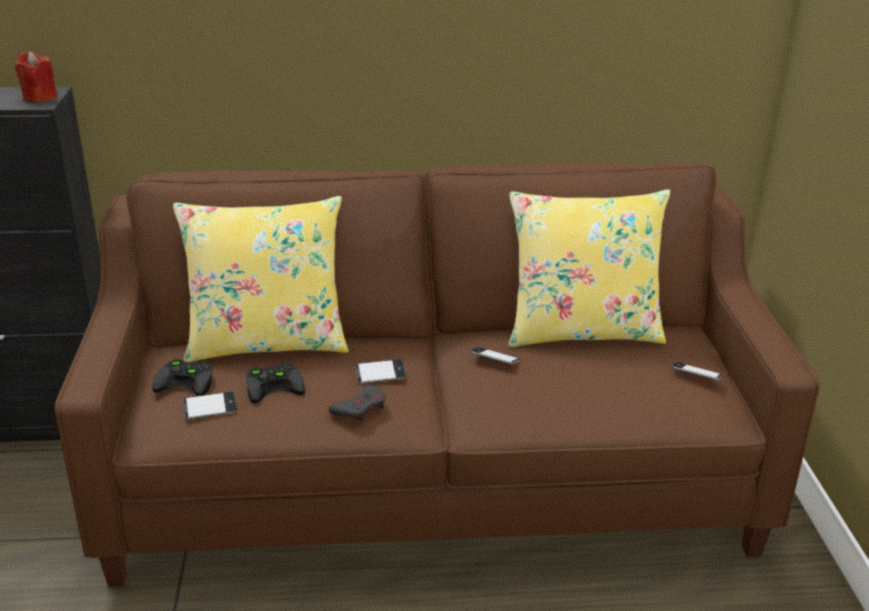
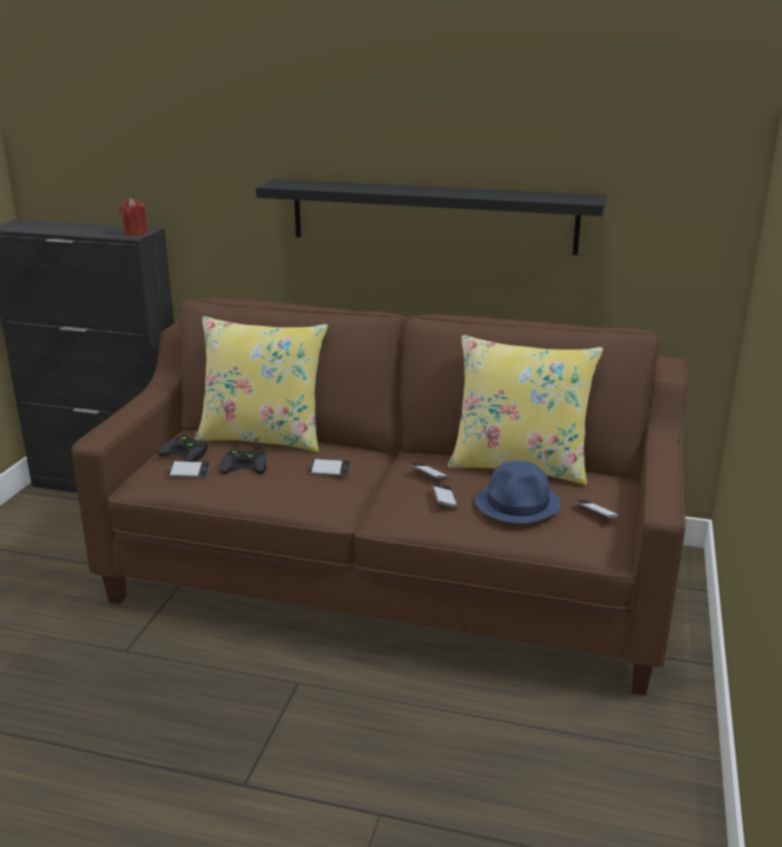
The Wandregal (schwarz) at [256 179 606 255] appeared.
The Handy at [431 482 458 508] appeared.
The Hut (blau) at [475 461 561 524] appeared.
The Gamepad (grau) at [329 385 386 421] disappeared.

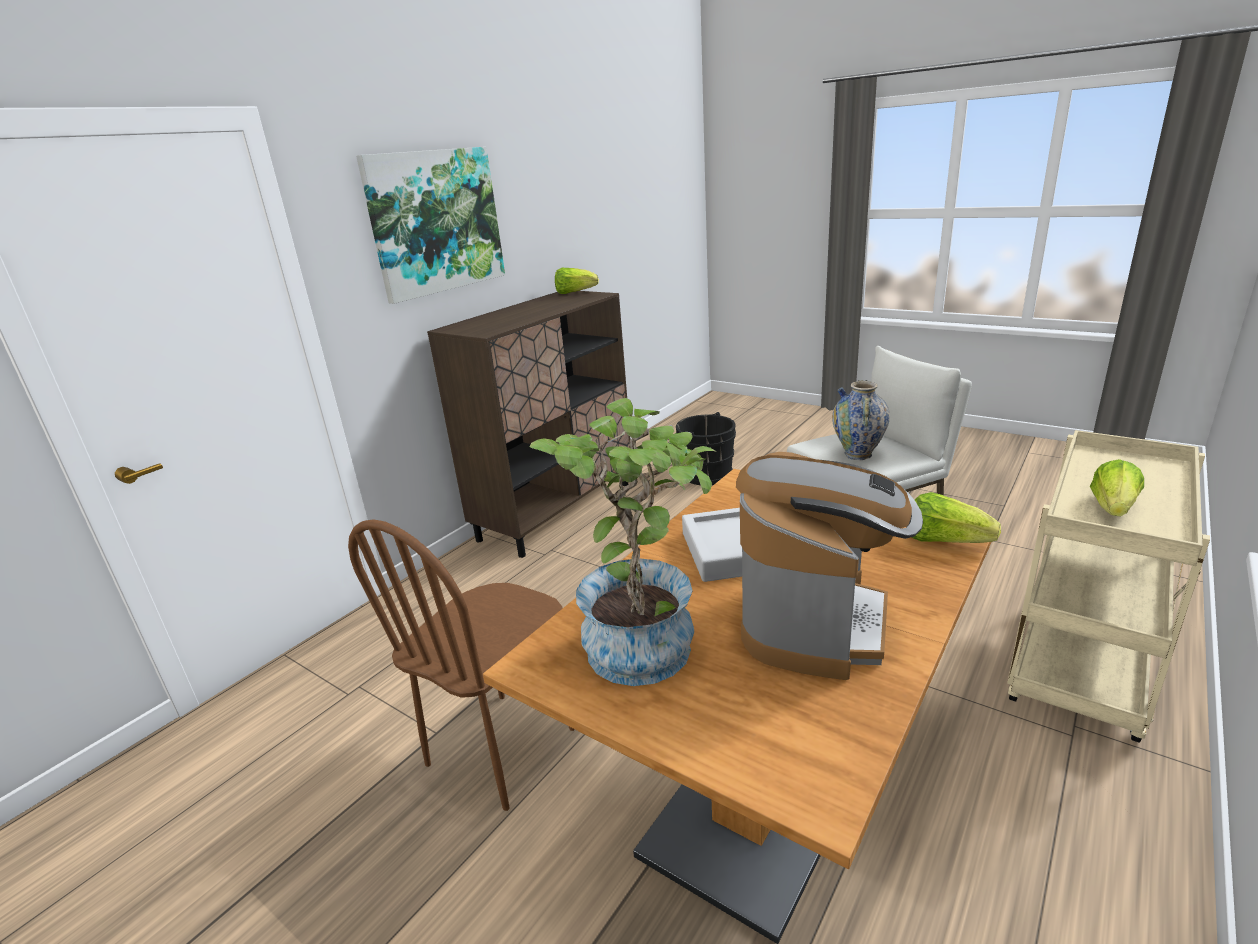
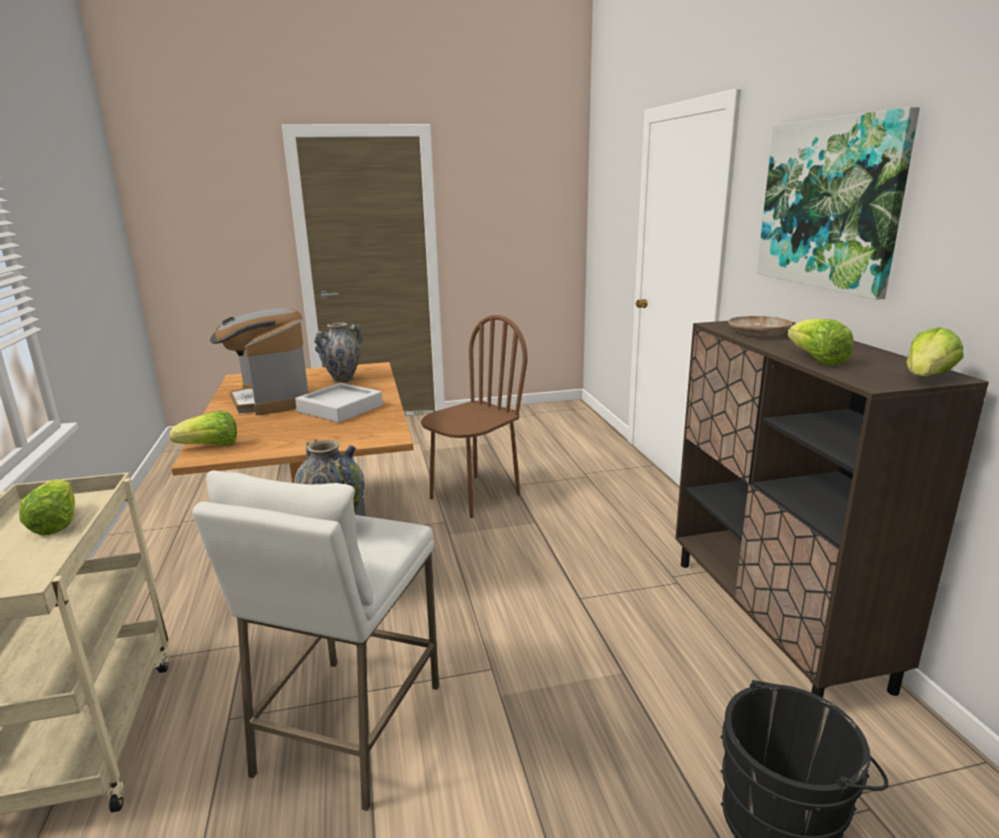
The Topfpflanze at [529 398 716 686] was replaced by the Vase at [314 322 363 383].
The Stuhl (braun) at [348 519 575 811] turned 60 degrees clockwise.
The Teller (beige) at [728 316 793 336] appeared.
The Salatkopf at [788 319 854 366] appeared.

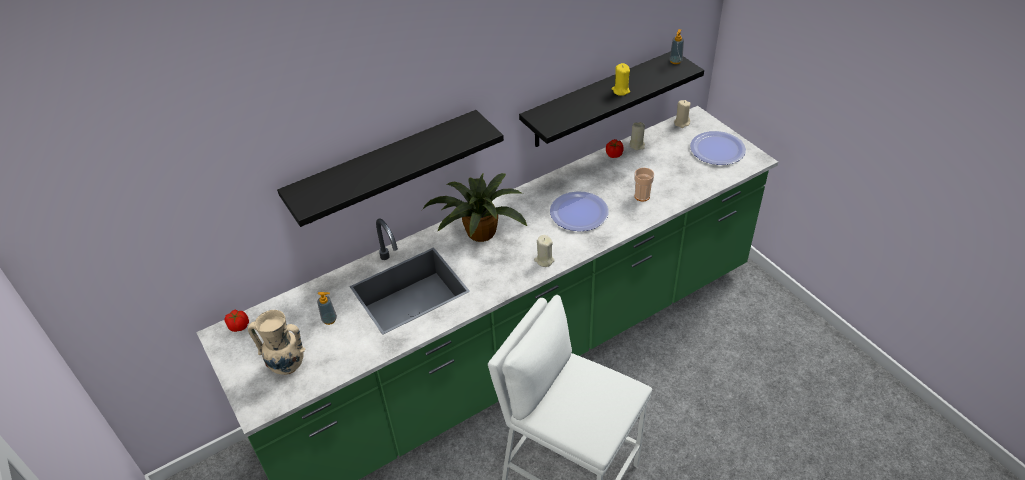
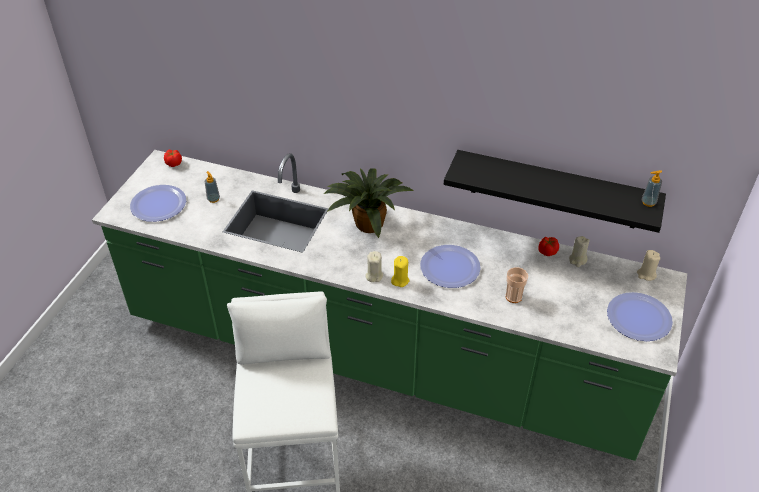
The Vase (beige) at [248 310 305 375] was replaced by the Teller at [130 185 186 222].
The Kerze (gelb) moved from [612 63 630 96] to [391 256 410 287].
The Wandregal (schwarz) at [277 110 504 227] disappeared.

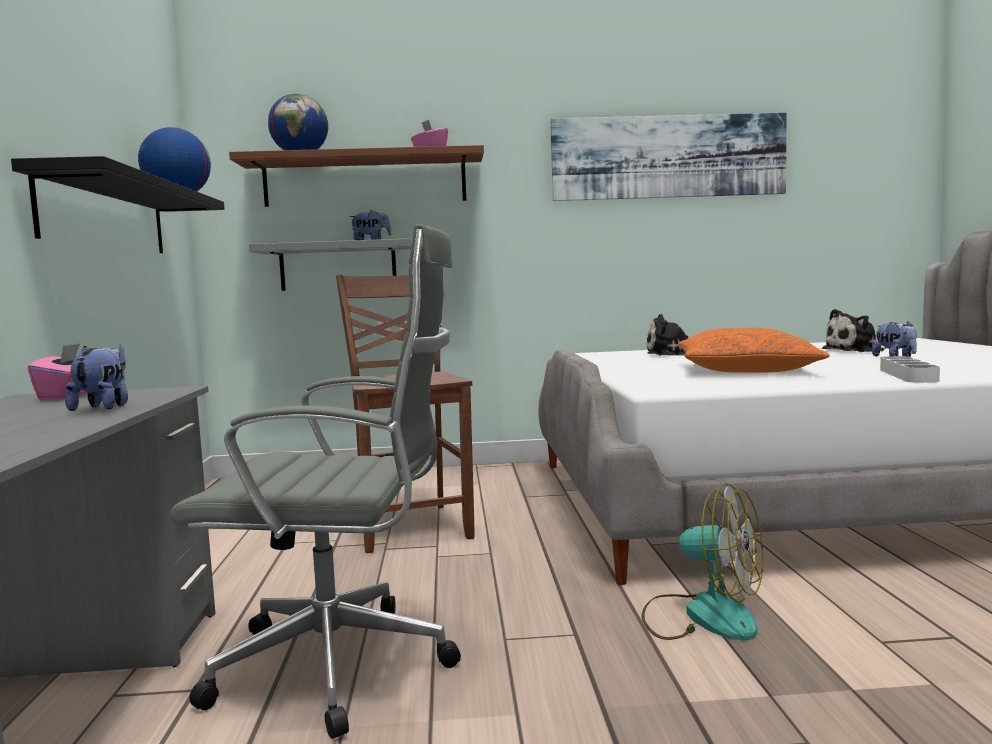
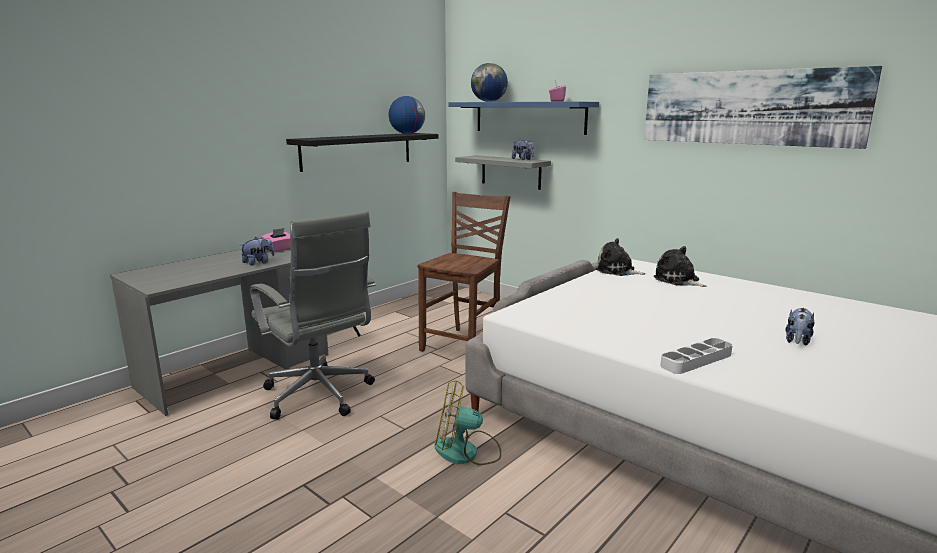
The Ventilator at [641 483 763 640] turned 105 degrees clockwise.
The Wandregal (braun) at [229 145 484 207] became the Wandregal (blau) at [448 102 599 135].
The Plüschtier moved from [822 309 886 352] to [596 238 646 276].
The Kissen (orange) at [678 328 830 372] disappeared.

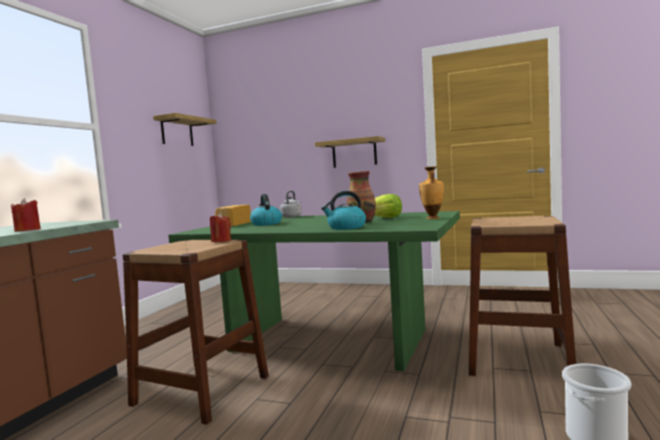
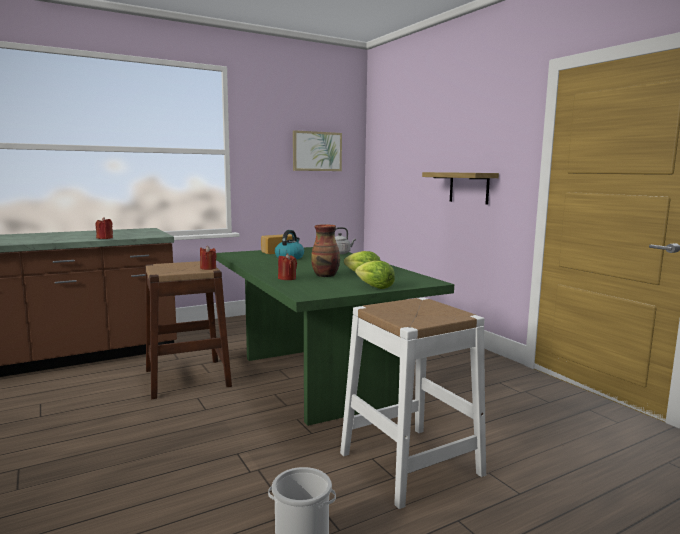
The Wasserkessel at [321 191 366 230] was replaced by the Kerze (rot) at [278 253 297 280].
The Wandregal at [153 113 217 146] was replaced by the Bild at [293 130 342 171].
The Hocker (braun) at [469 216 576 376] became the Hocker (weiß) at [340 297 486 509].
The Vase at [419 166 444 219] was replaced by the Salatkopf at [355 260 395 289].

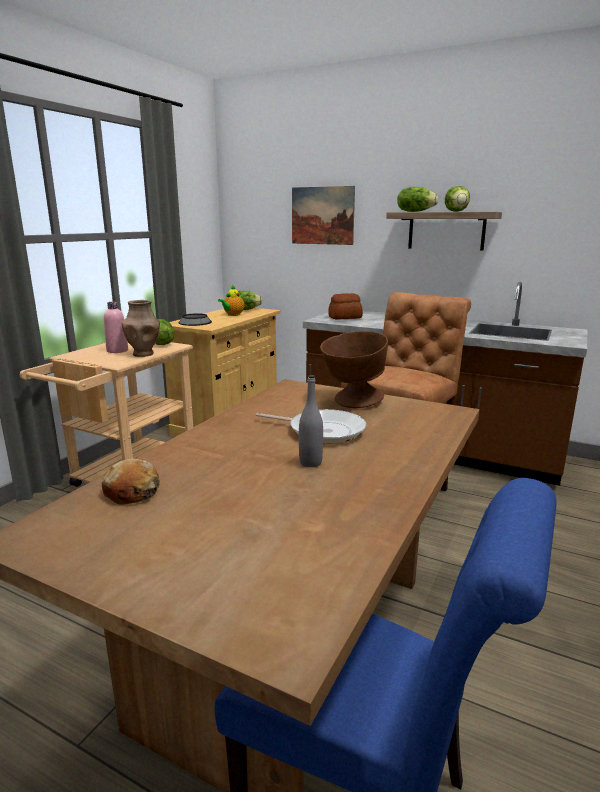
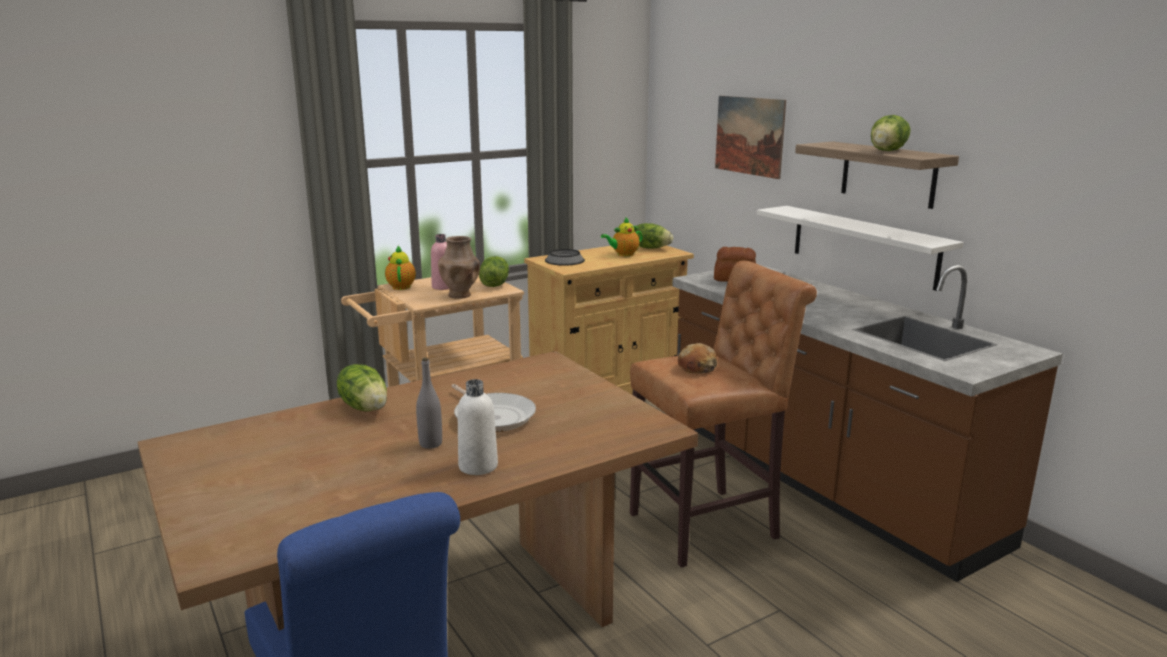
The Salatkopf moved from [397 187 439 212] to [337 364 387 411].
The Teekanne at [385 245 416 290] appeared.
The Flasche (weiß) at [457 379 498 475] appeared.
The Brot moved from [102 458 160 505] to [678 343 717 373].
The Wandregal (weiß) at [756 206 964 291] appeared.
The Schüssel (braun) at [320 331 388 408] disappeared.

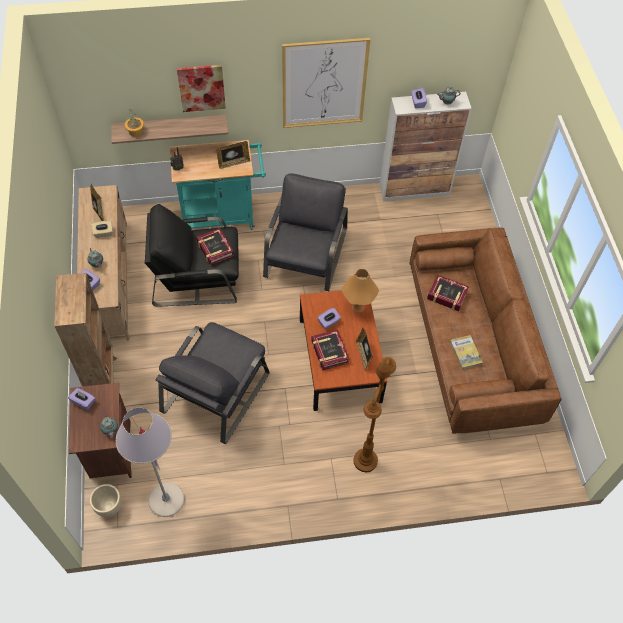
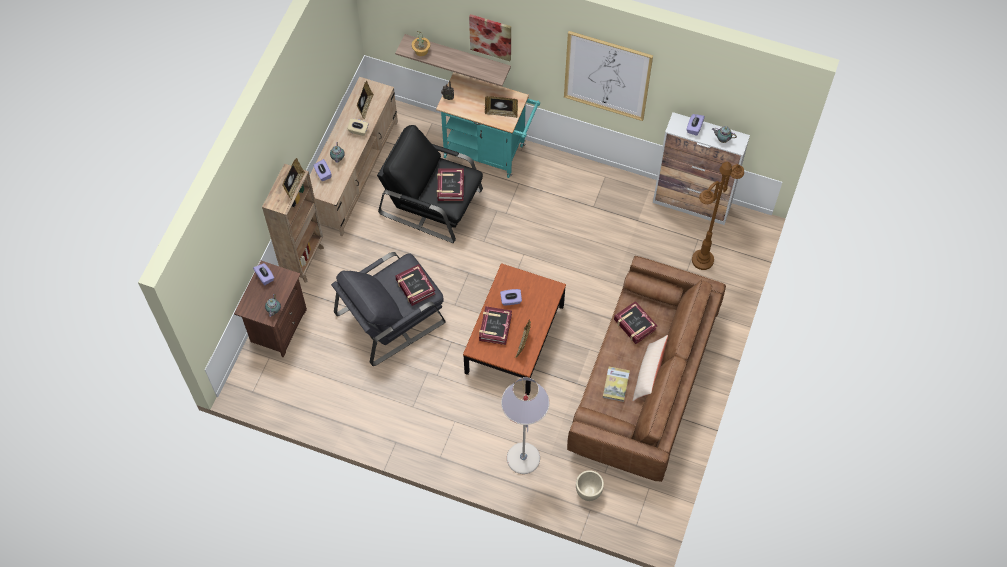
The Bilderrahmen at [282 158 305 200] appeared.
The Buch at [395 264 435 306] appeared.
The Stehlampe (grau) moved from [116 408 185 517] to [501 377 550 474].
The Pflanzkübel (beige) moved from [90 484 122 517] to [576 470 604 501].
The Kissen (beige) at [633 335 668 401] appeared.
The Stehlampe (braun) moved from [354 357 396 472] to [692 162 744 270].
The Sessel (grau) at [263 173 348 291] disappeared.
The Tischlampe (orange) at [341 269 379 313] disappeared.

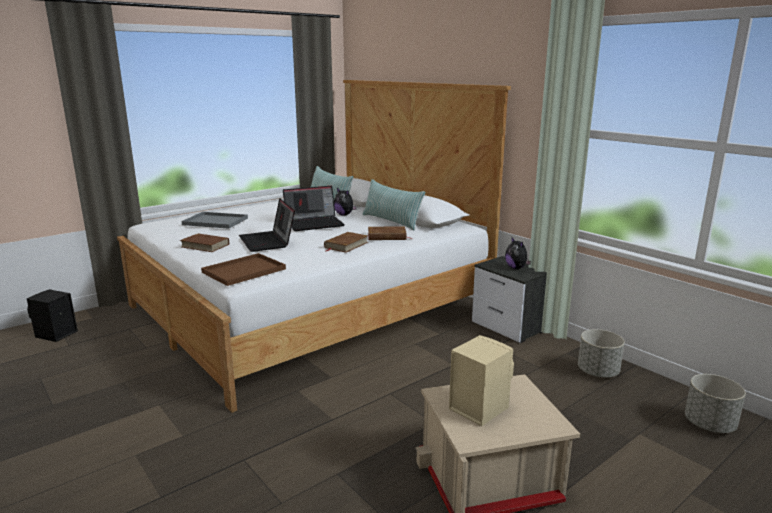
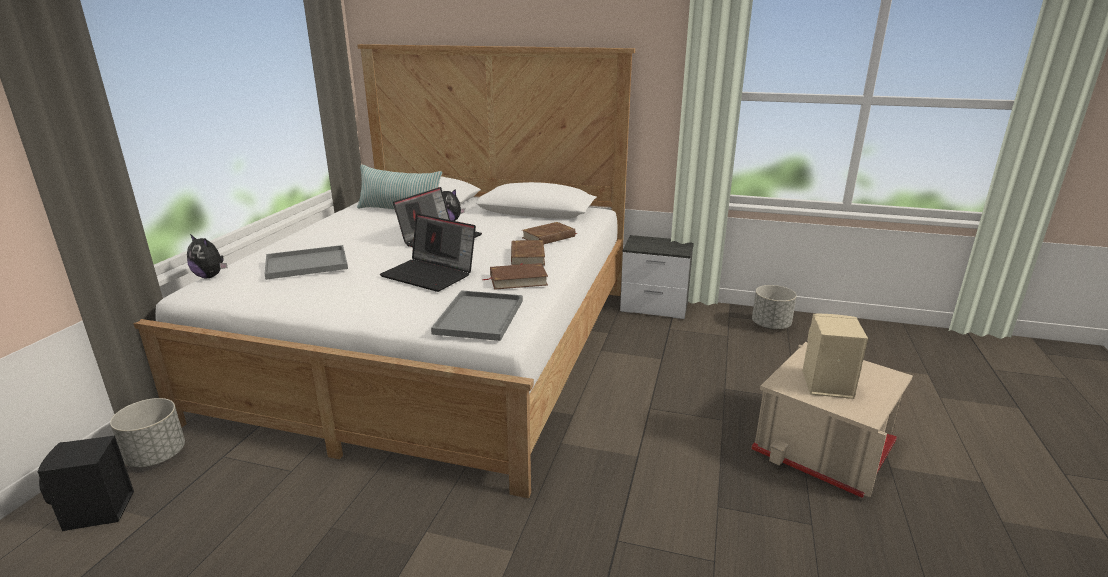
The Pflanzkübel (grau) moved from [685 374 746 433] to [110 398 185 467].
The Plüschtier moved from [505 238 531 269] to [187 234 227 278].
The Tablett (braun) at [201 253 286 286] became the Tablett (grau) at [431 290 523 341].
The Buch (braun) moved from [180 233 229 252] to [482 263 548 290].
The Kissen at [362 179 425 231] disappeared.

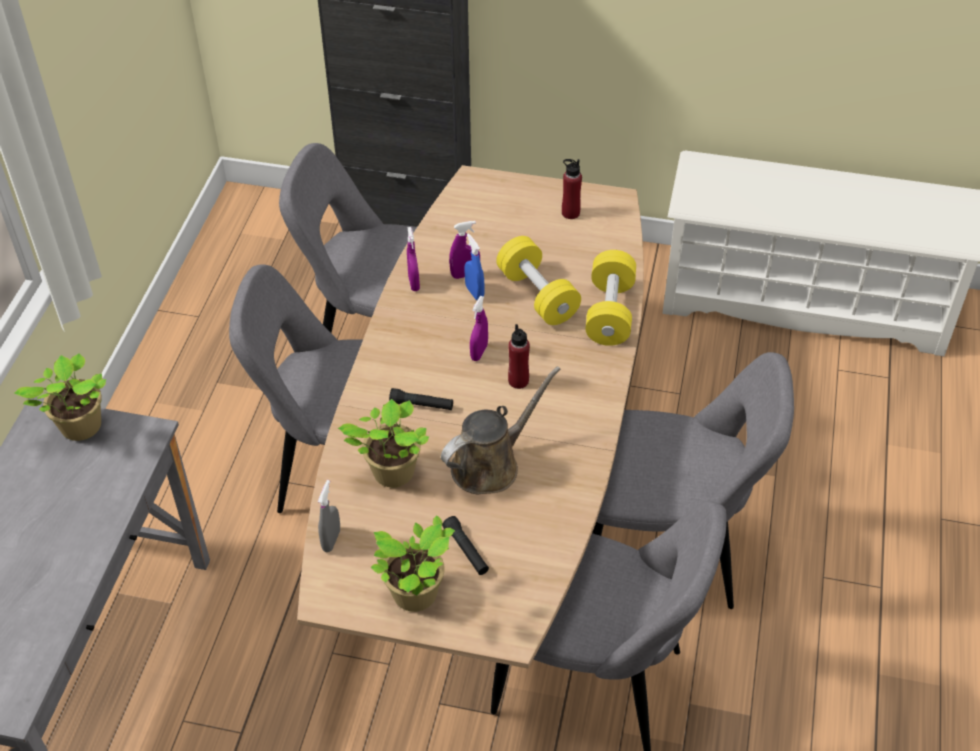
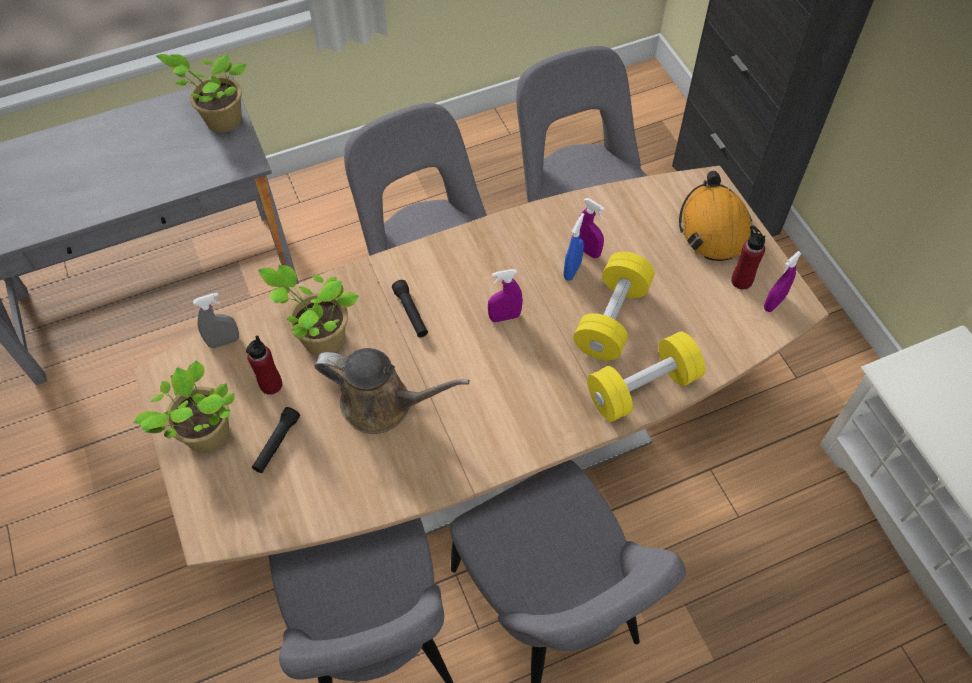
The Flasche (rot) moved from [508 324 530 389] to [246 335 282 395].
The Schutzhelm (orange) at [679 171 753 261] appeared.
The Sprühflasche (lila) moved from [407 227 420 291] to [764 251 802 312].

